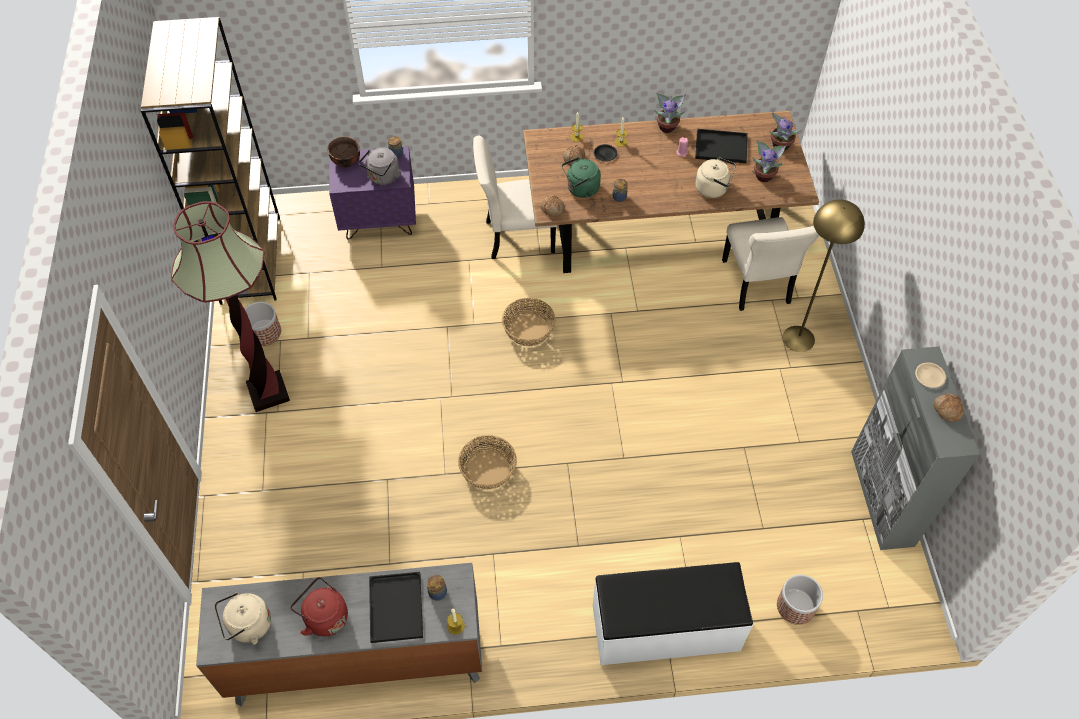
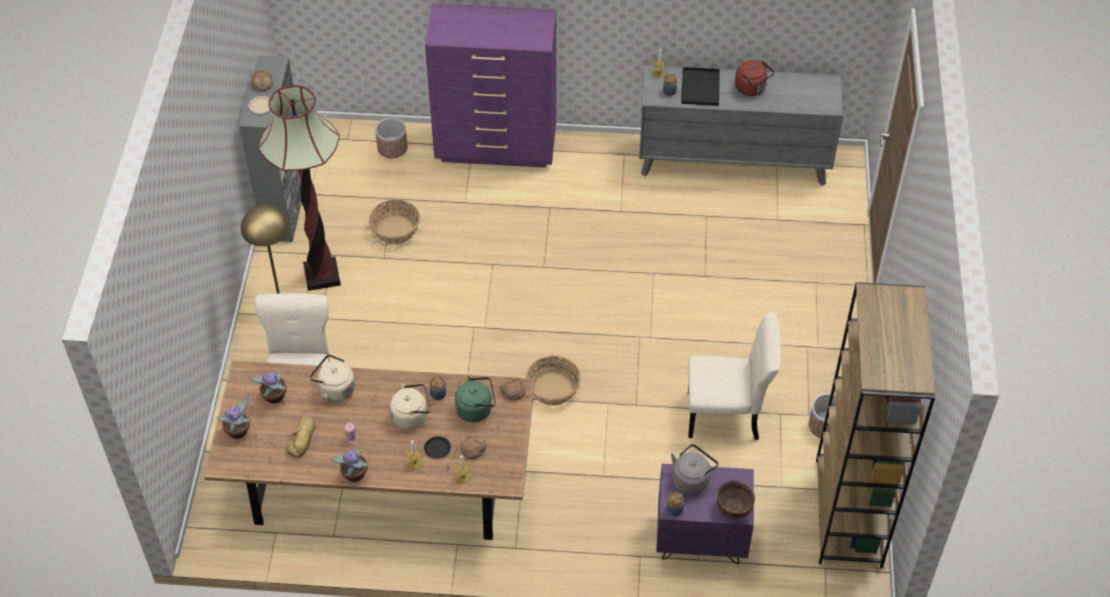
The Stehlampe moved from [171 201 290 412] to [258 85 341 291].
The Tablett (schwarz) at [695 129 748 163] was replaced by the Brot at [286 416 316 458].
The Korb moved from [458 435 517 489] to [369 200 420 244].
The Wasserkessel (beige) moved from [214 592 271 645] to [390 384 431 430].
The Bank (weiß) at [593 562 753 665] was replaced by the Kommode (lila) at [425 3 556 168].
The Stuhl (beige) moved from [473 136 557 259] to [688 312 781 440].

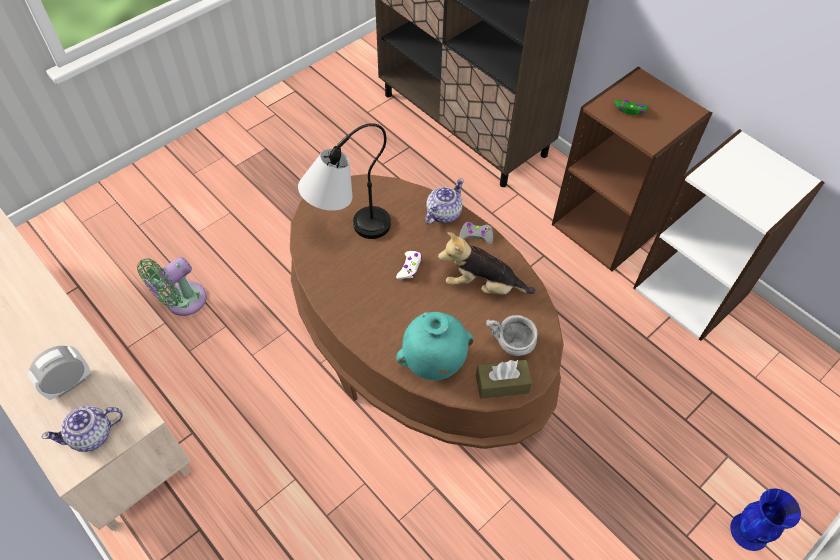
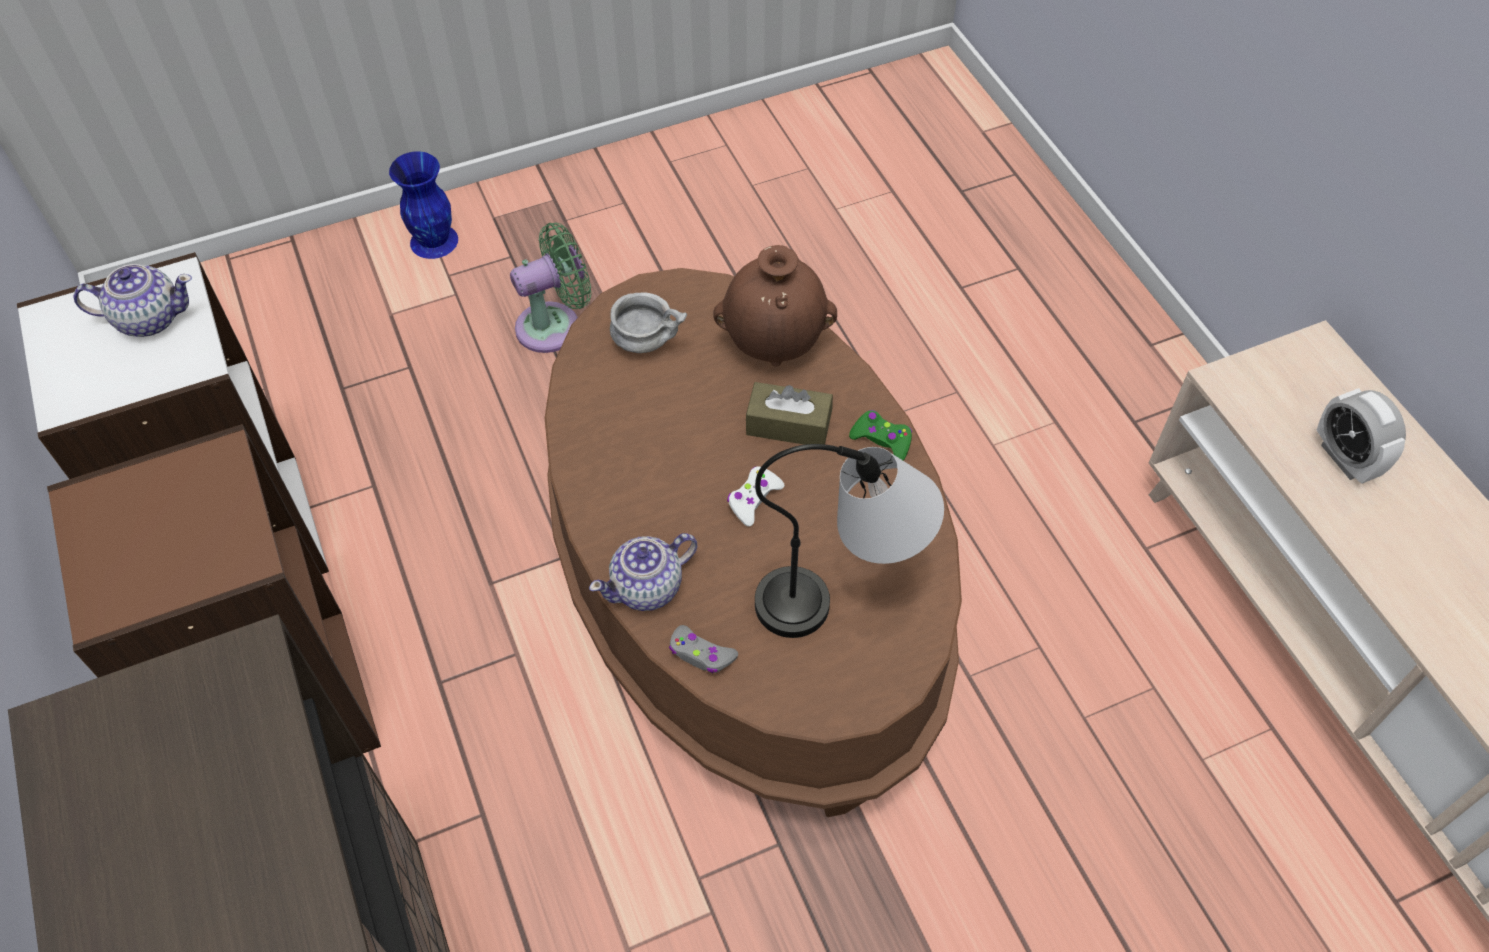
The Teekanne moved from [42 405 123 452] to [73 264 192 337].
The Ventilator (grün) moved from [137 257 207 316] to [510 223 592 353].
The Gamepad (grau) moved from [459 222 493 244] to [669 625 738 673].
The Vase (türkis) at [396 312 474 380] became the Vase (braun) at [713 245 837 366].
The Taschentuchbox (braun) moved from [476 360 532 399] to [746 382 833 445].
The Gamepad (grün) moved from [614 99 648 115] to [849 410 912 460].
The Wecker at [28 346 91 400] turned 90 degrees clockwise.
The Plüschtier at [438 232 536 295] disappeared.

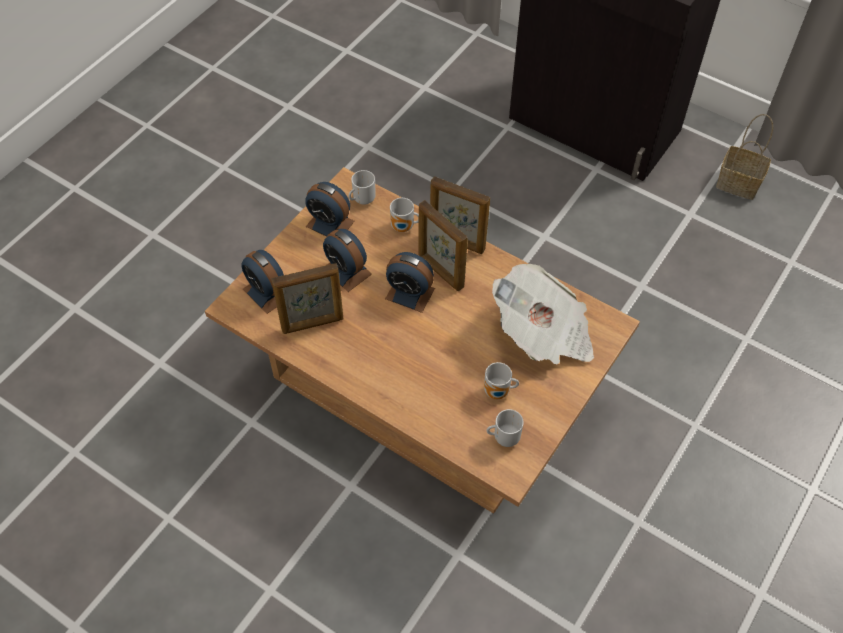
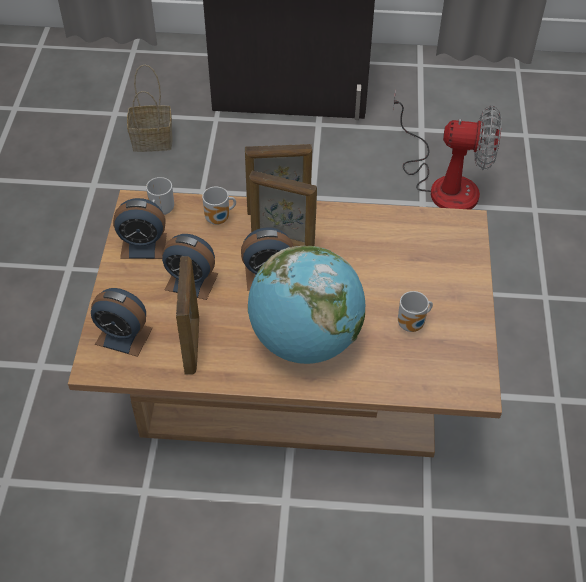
The Korb moved from [716 114 773 200] to [127 65 173 152].
The Bilderrahmen at [271 263 343 334] turned 45 degrees counterclockwise.
The Globus at [248 246 365 364] appeared.
The Ventilator at [393 89 502 210] appeared.
The Henkelbecher at [486 409 524 447] disappeared.
The Zeitung at [492 264 594 365] disappeared.

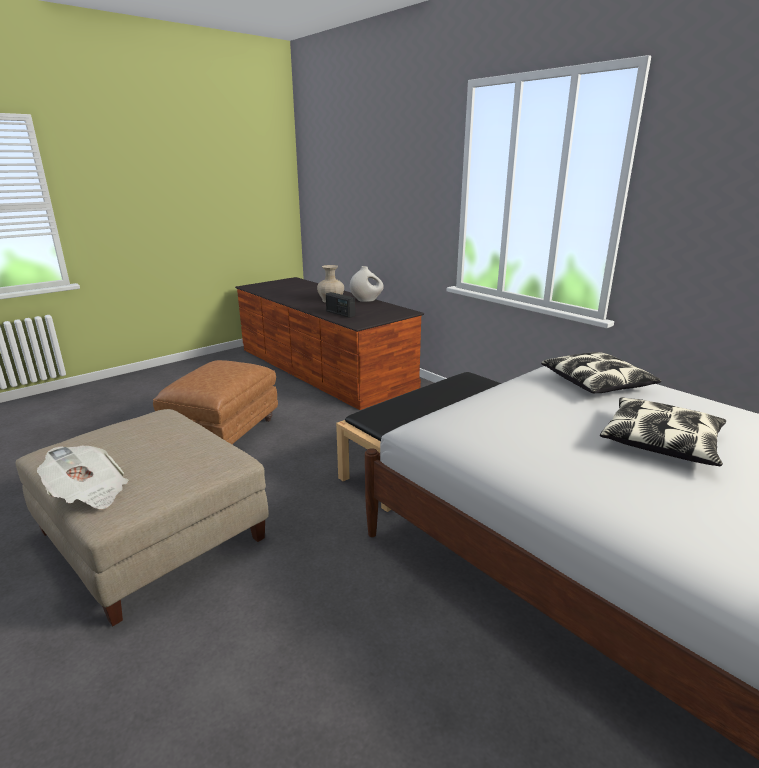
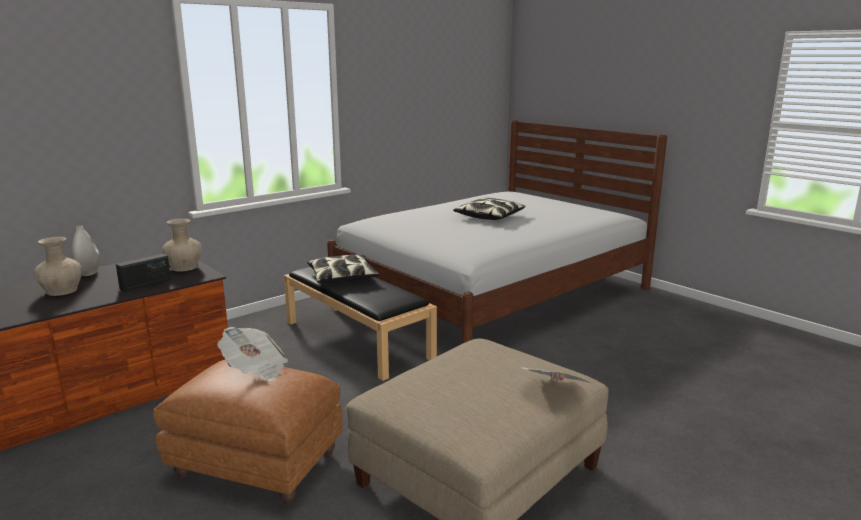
The Vase (beige) at [162 218 202 272] appeared.
The Zeitung at [218 327 288 381] appeared.
The Kissen moved from [541 352 661 393] to [307 255 380 283].

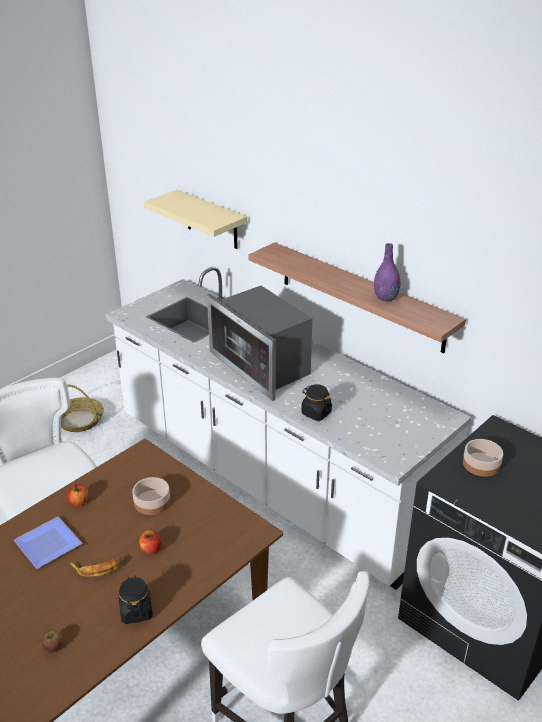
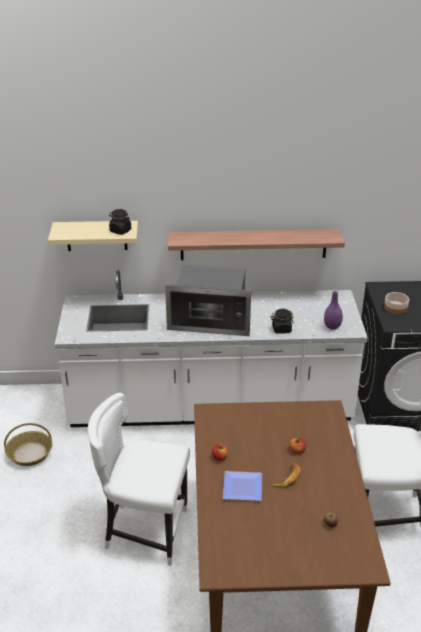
The Vorratsglas (schwarz) moved from [119 575 153 624] to [109 209 131 235].
The Vase (lila) moved from [374 243 400 302] to [324 291 343 330].
The Schüssel at [132 477 170 515] disappeared.

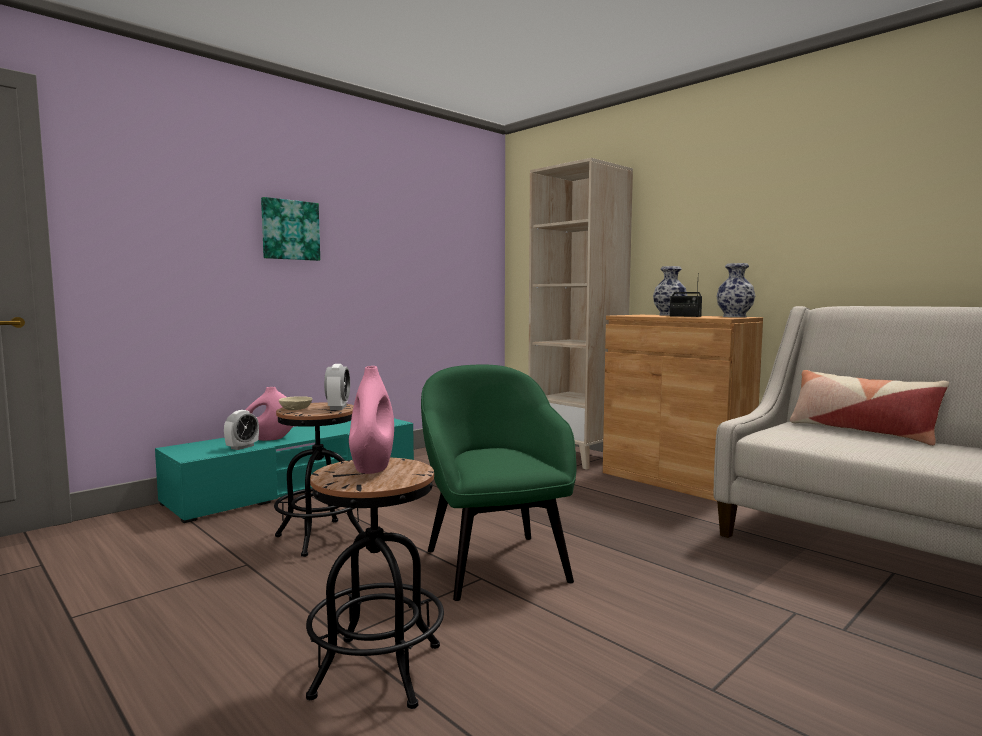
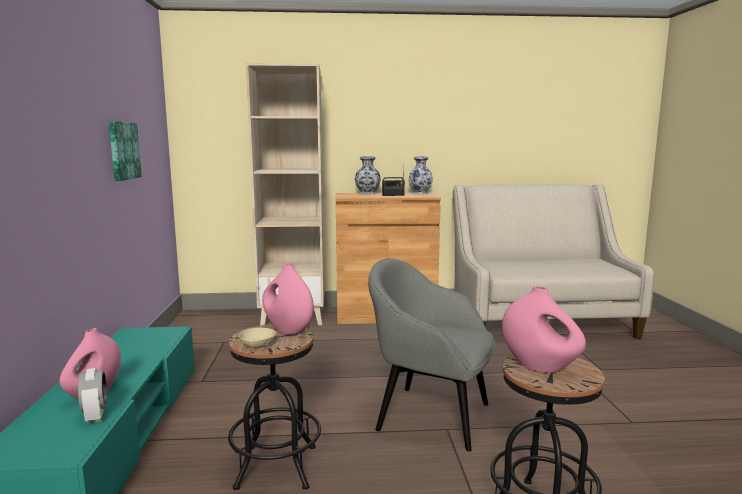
The Bild moved from [261 197 320 261] to [109 121 142 181].
The Wecker at [324 364 350 410] was replaced by the Vase (rosa) at [262 264 314 335].
The Sessel (grün) at [421 365 577 601] became the Sessel (grau) at [368 258 495 451].
The Kissen at [790 370 949 446] disappeared.

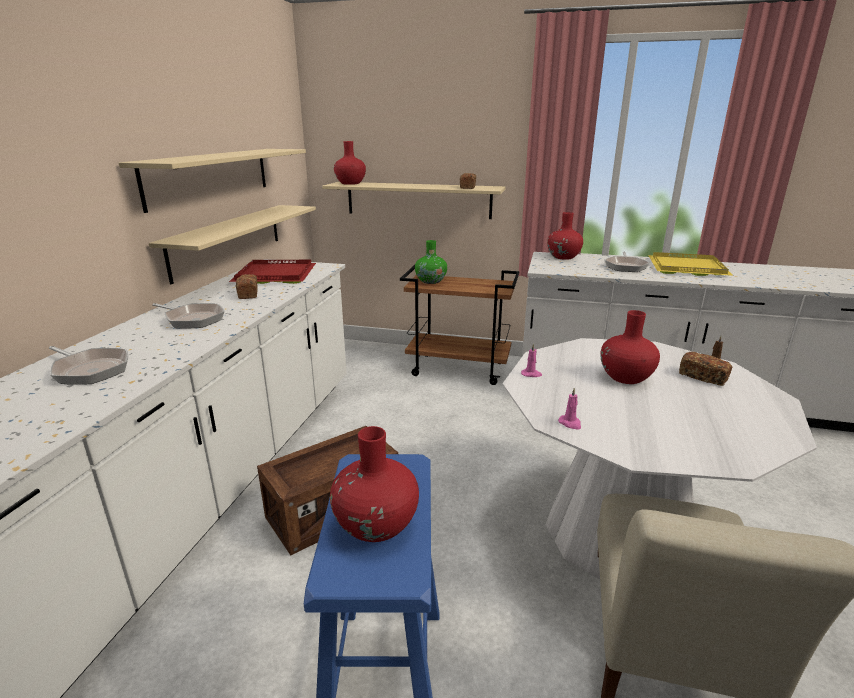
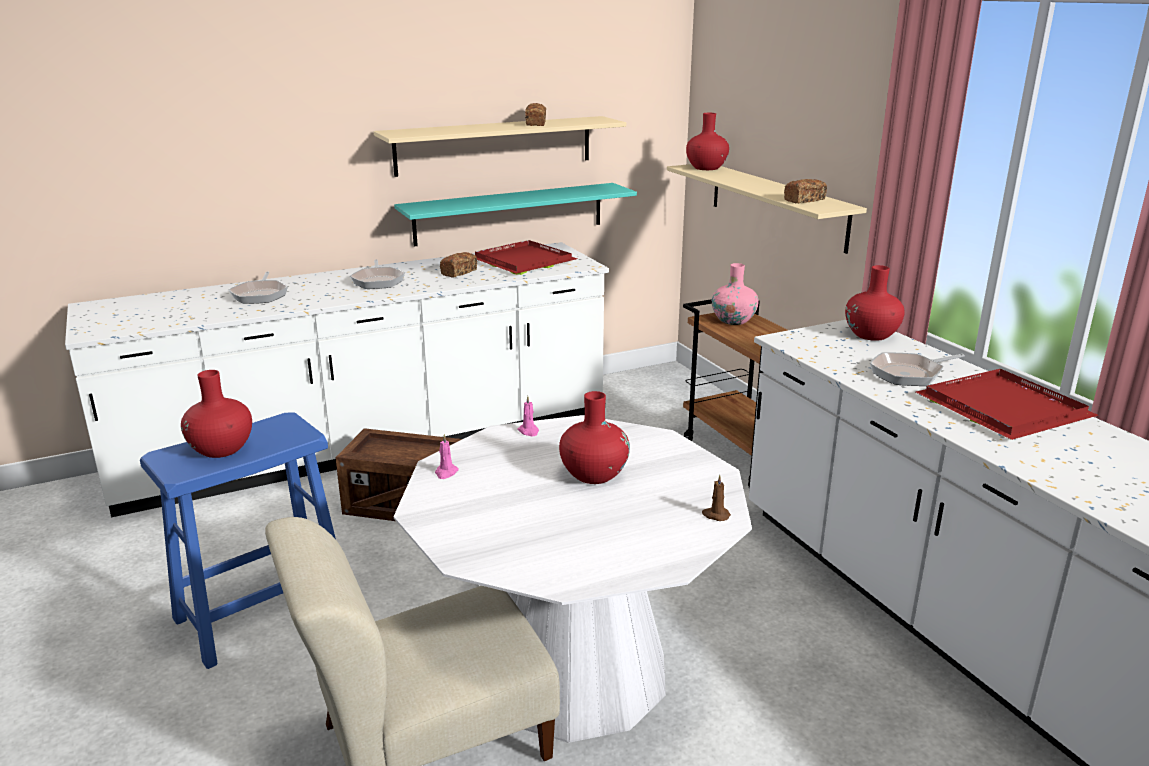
The Wandregal (beige) at [149 205 316 284] became the Wandregal (türkis) at [394 183 637 247].
The Brot moved from [679 352 733 386] to [525 103 546 126].
The Vase (grün) at [415 240 447 284] became the Vase (rosa) at [712 263 759 325].
The Tablett (gelb) at [648 252 733 276] became the Tablett (rot) at [916 369 1098 440].

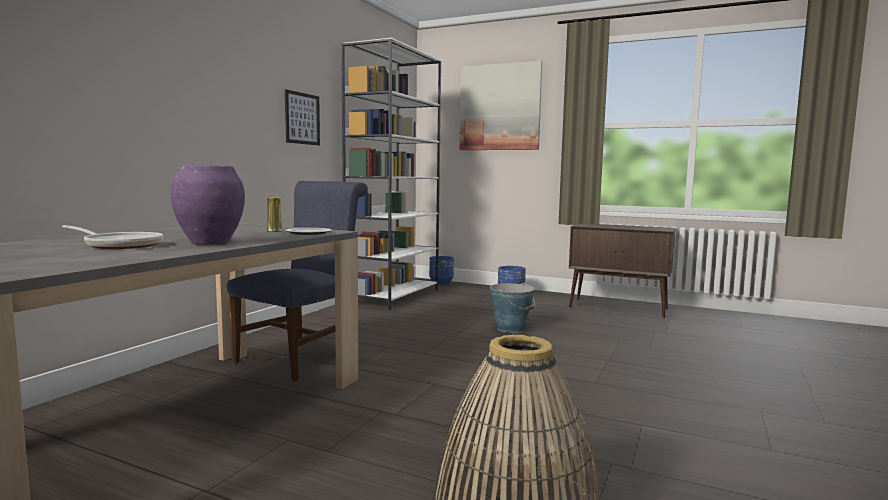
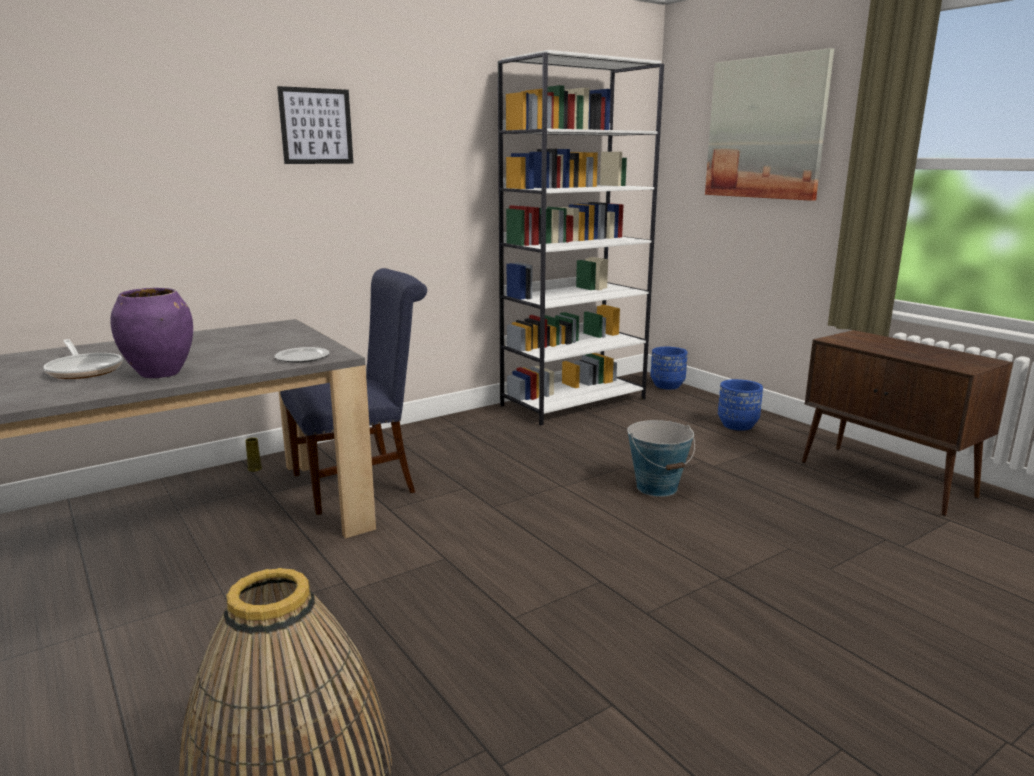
The Vase (gelb) moved from [267 197 282 232] to [245 438 262 472].
The Bild moved from [285 89 320 145] to [277 86 353 164].

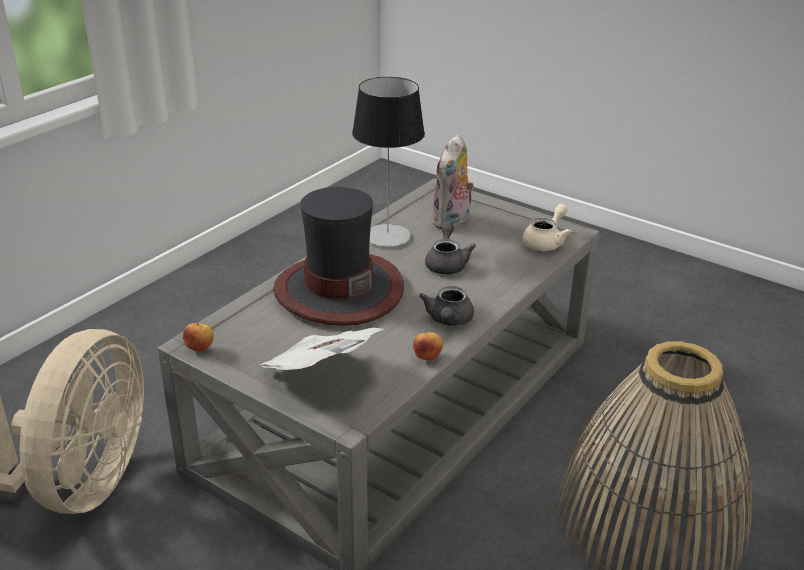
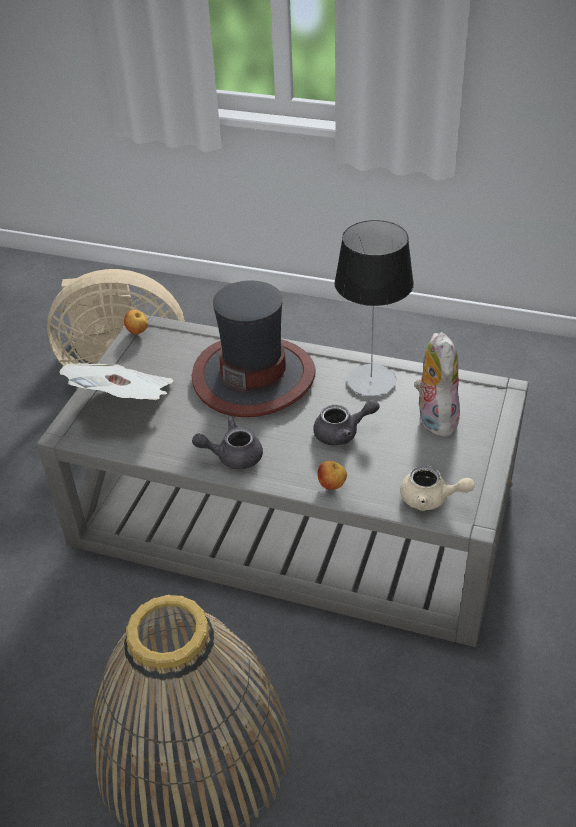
The Apfel moved from [413 332 443 361] to [318 461 347 490].
The Plüschtier at [431 134 475 230] turned 75 degrees clockwise.

